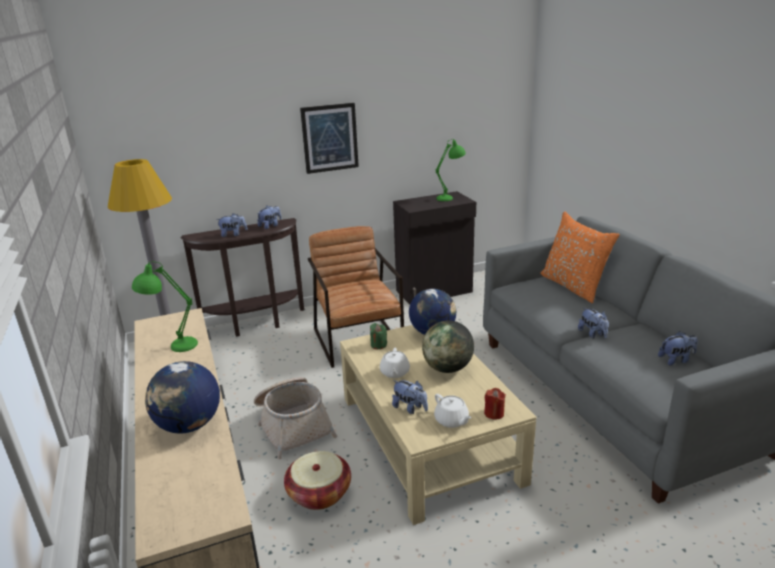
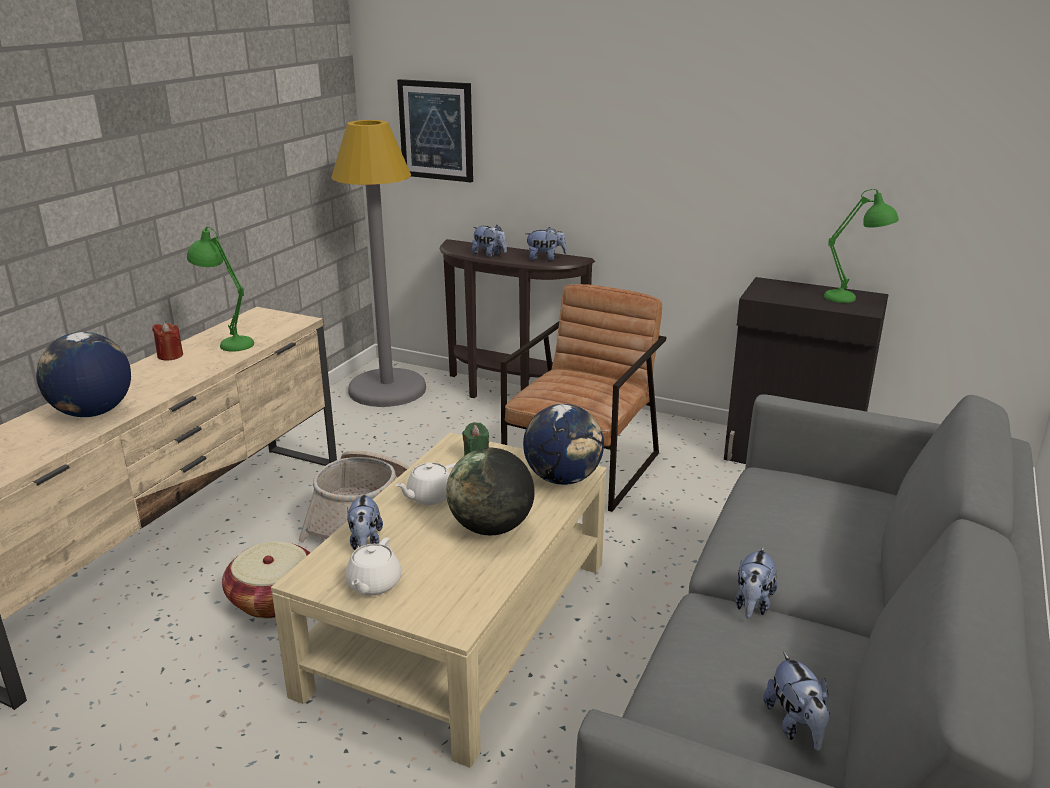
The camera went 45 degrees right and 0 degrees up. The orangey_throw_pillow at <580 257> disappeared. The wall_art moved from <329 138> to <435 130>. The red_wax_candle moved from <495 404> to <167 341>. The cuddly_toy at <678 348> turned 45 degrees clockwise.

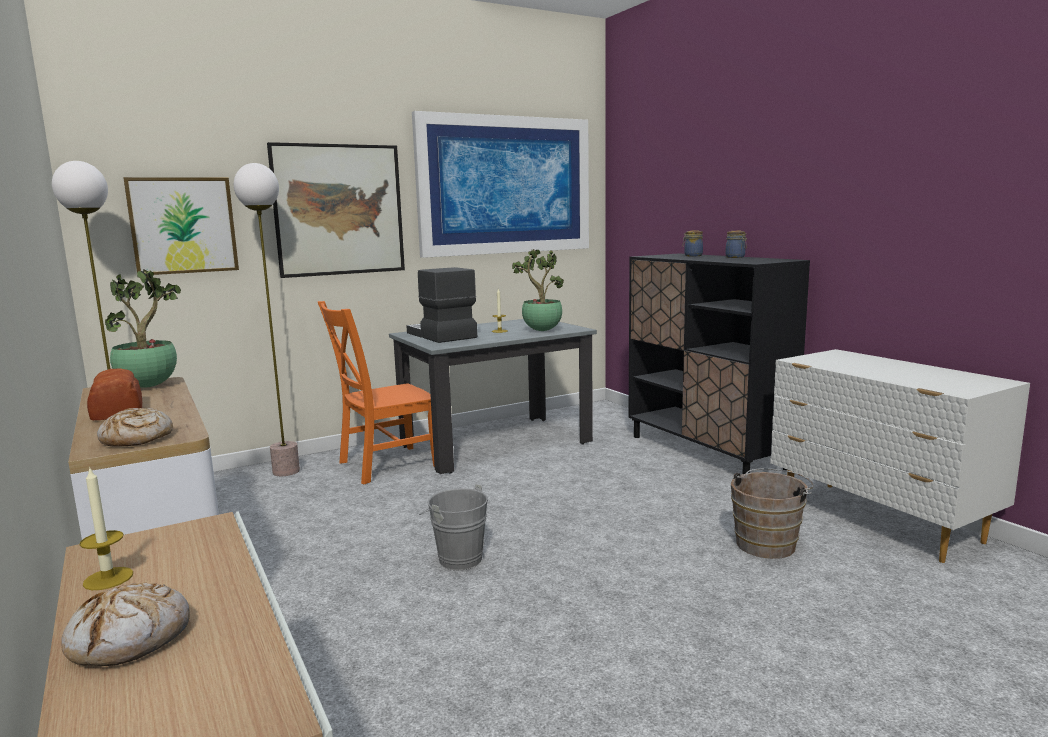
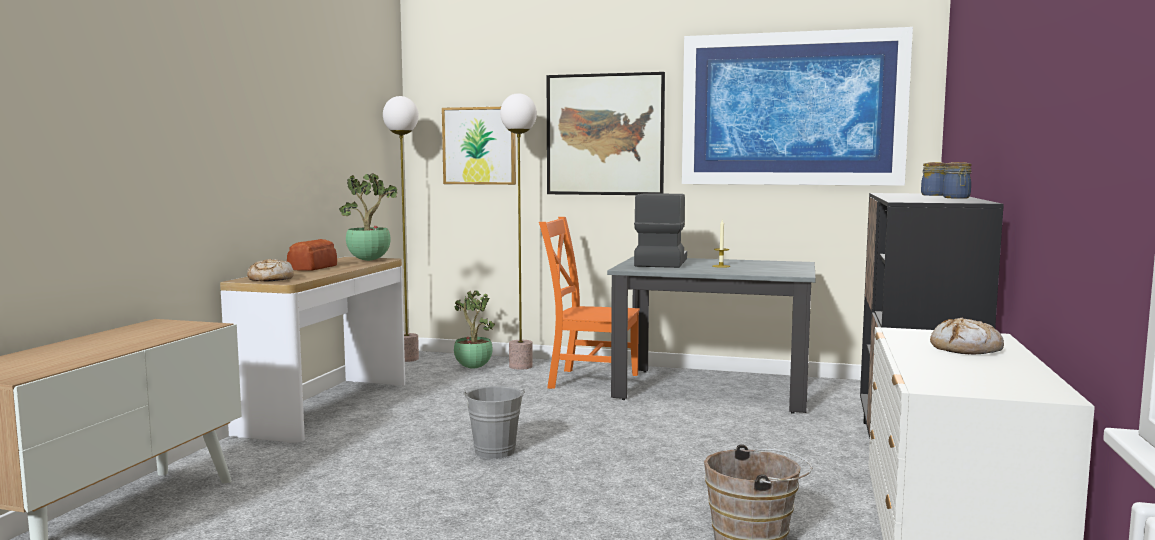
The camera went 45 degrees right and 5 degrees down. The wax_candle at <106 528> disappeared. The bread moved from <125 624> to <967 336>. The plant_in_a_pot moved from <538 290> to <474 329>.

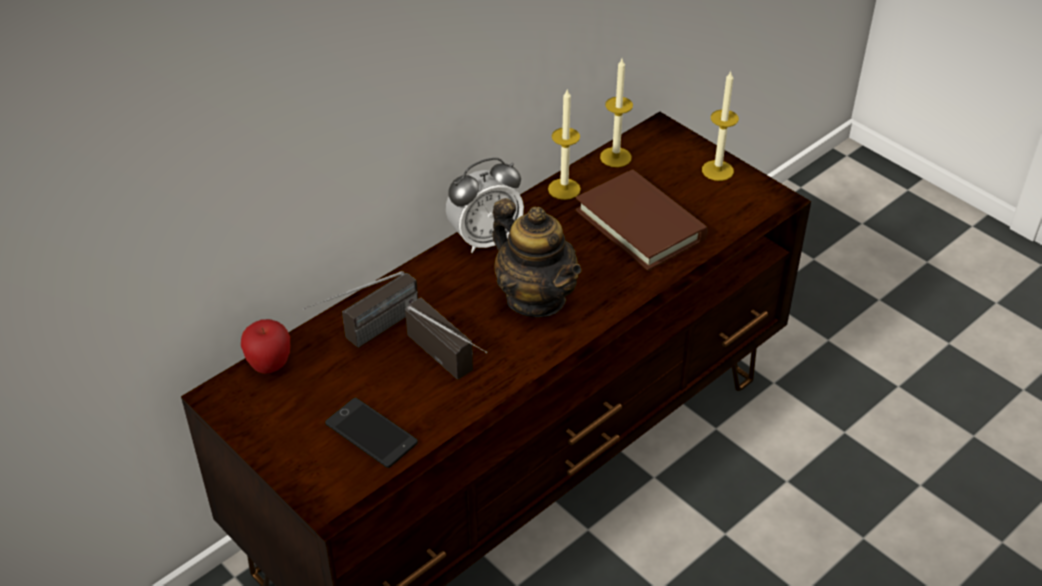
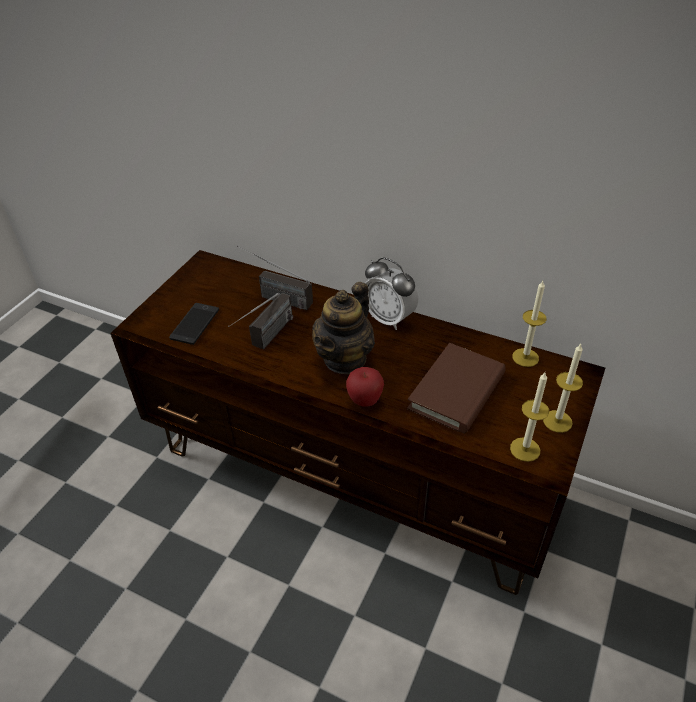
The camera went 70 degrees right and 0 degrees up. The apple moved from <265 346> to <365 387>. The wax_candle moved from <564 144> to <529 417>.

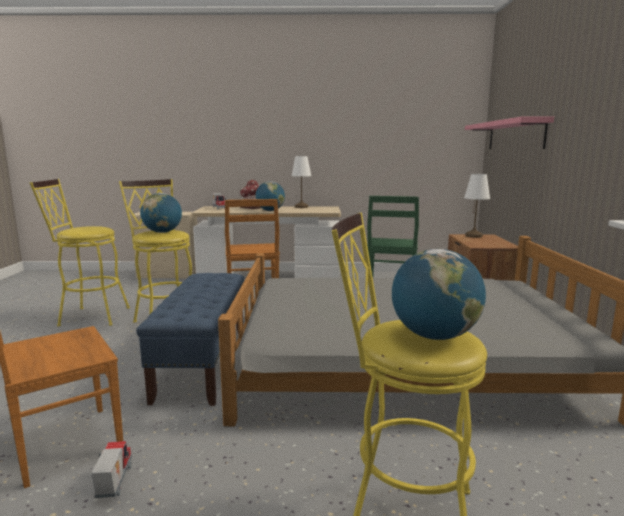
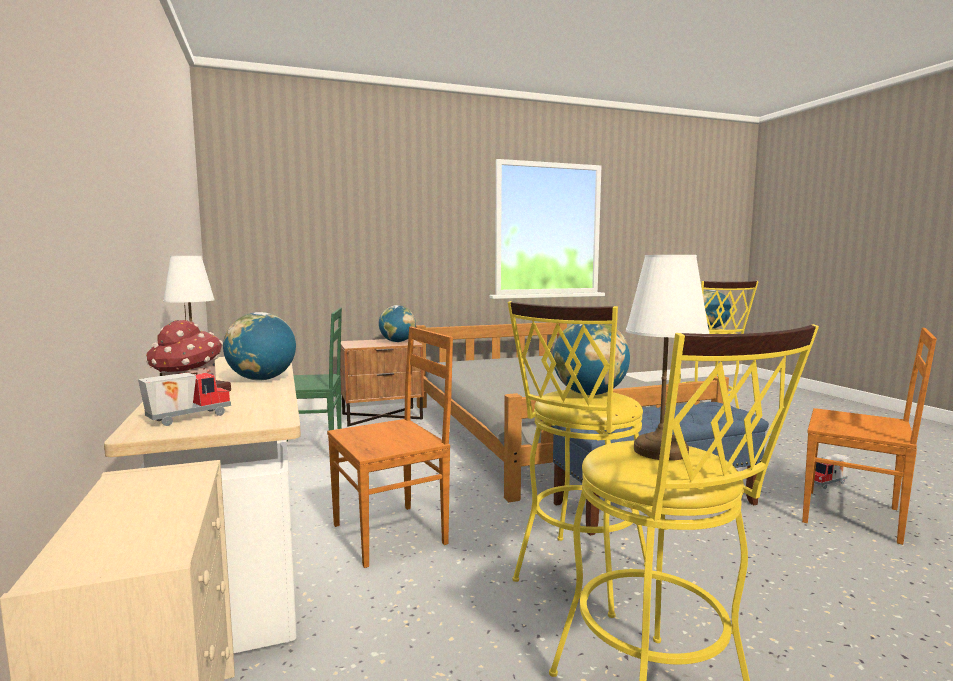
The camera went 110 degrees left and 5 degrees down. The pinkish_shelf at <509 133> disappeared. The world_globe at <397 323> appeared. The whitish_table_lamp moved from <477 206> to <667 358>.

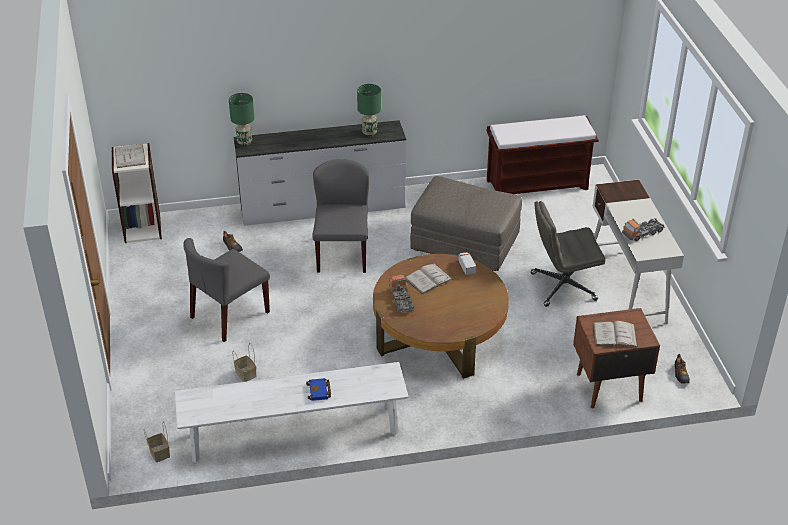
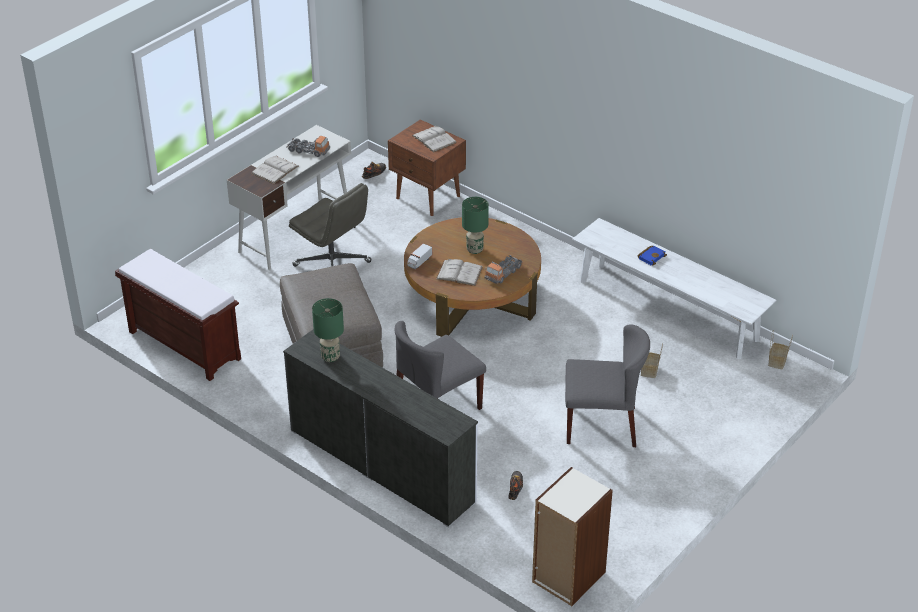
The camera went 130 degrees left and 0 degrees up. The whitish_volume moved from <130 156> to <275 170>. The green-coloured_table_lamp moved from <241 119> to <475 225>.

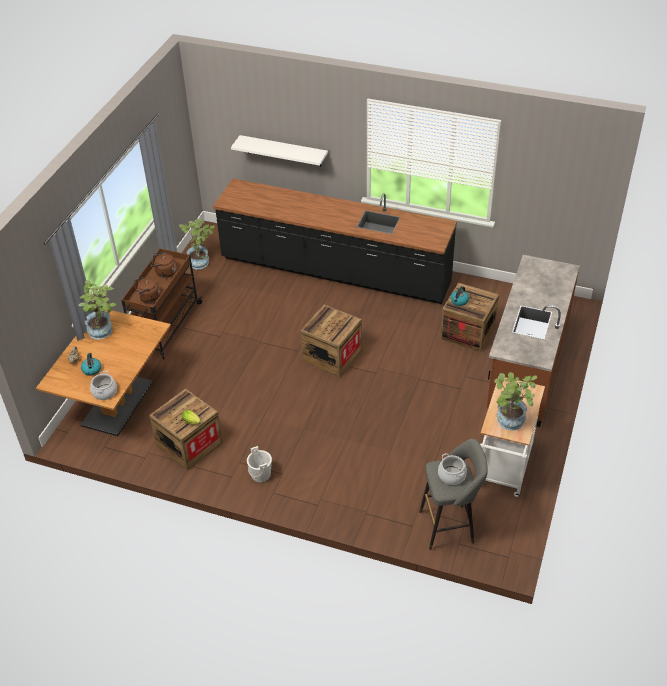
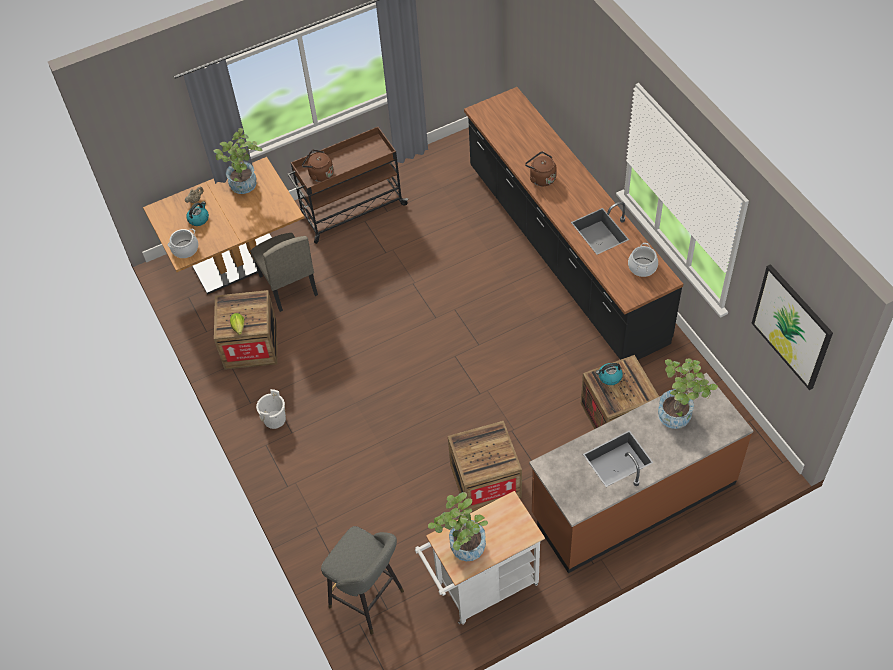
The camera went 45 degrees right and 10 degrees up. The whitish_shelf at <279 150> disappeared. The beige-coloured_plain_chair at <284 272> appeared. The wall_art at <792 327> appeared. The brown-coloured_kettle moved from <163 265> to <541 168>. The plant_in_a_pot moved from <197 243> to <688 393>. The crate moved from <331 341> to <485 466>. The saucepot moved from <452 469> to <643 260>.

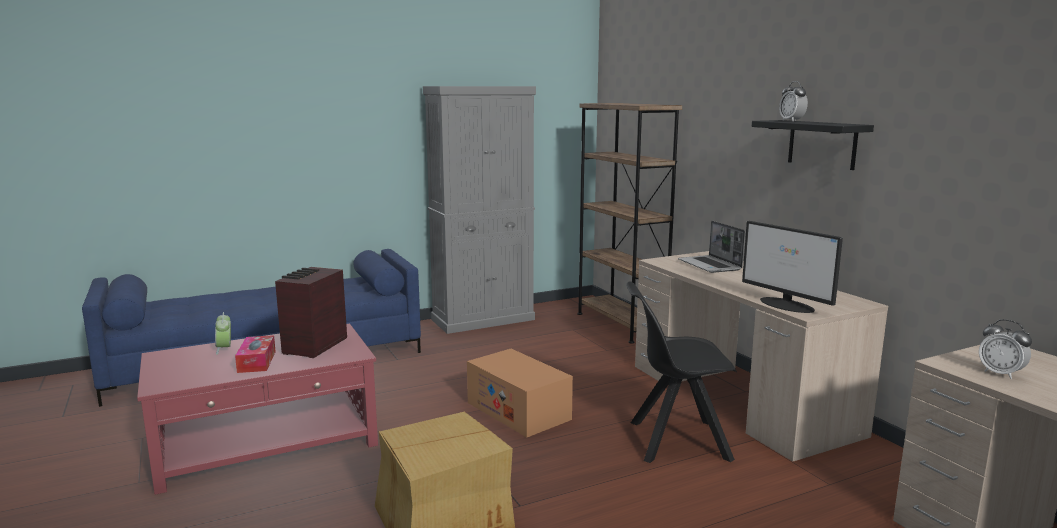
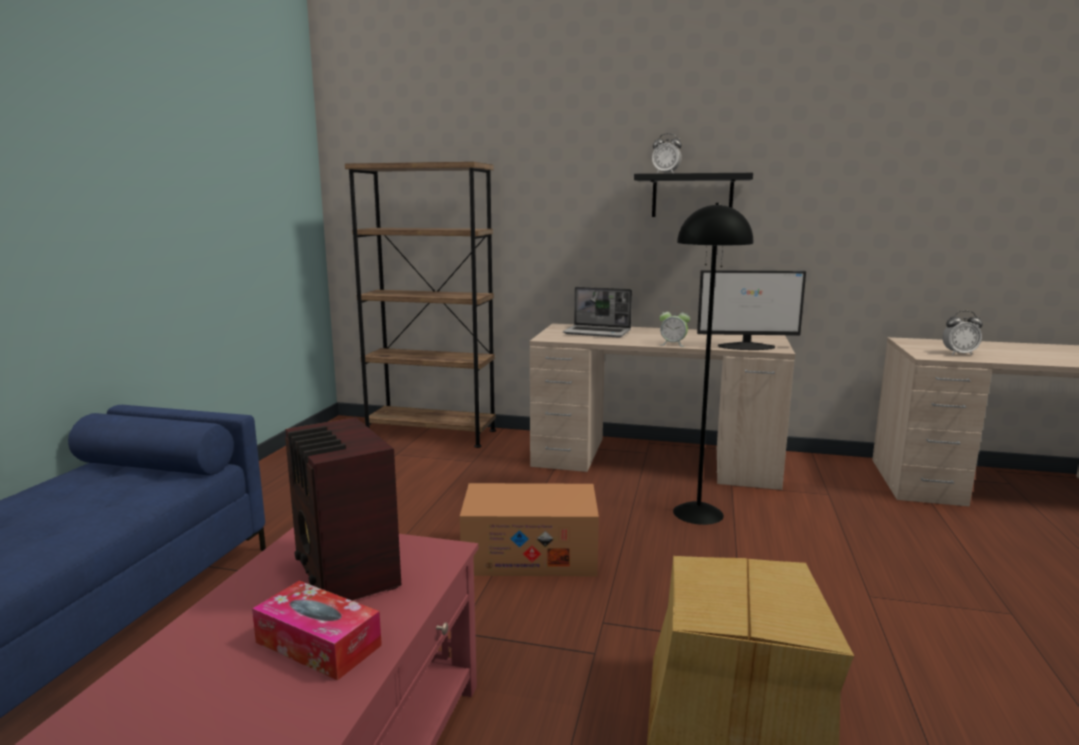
The camera went 50 degrees left and 0 degrees up. The grey_cabinet at <479 210> disappeared. The bedside_clock moved from <223 333> to <674 327>. The blackish_plain_chair at <681 372> was replaced by the blackish_standard_lamp at <713 364>.

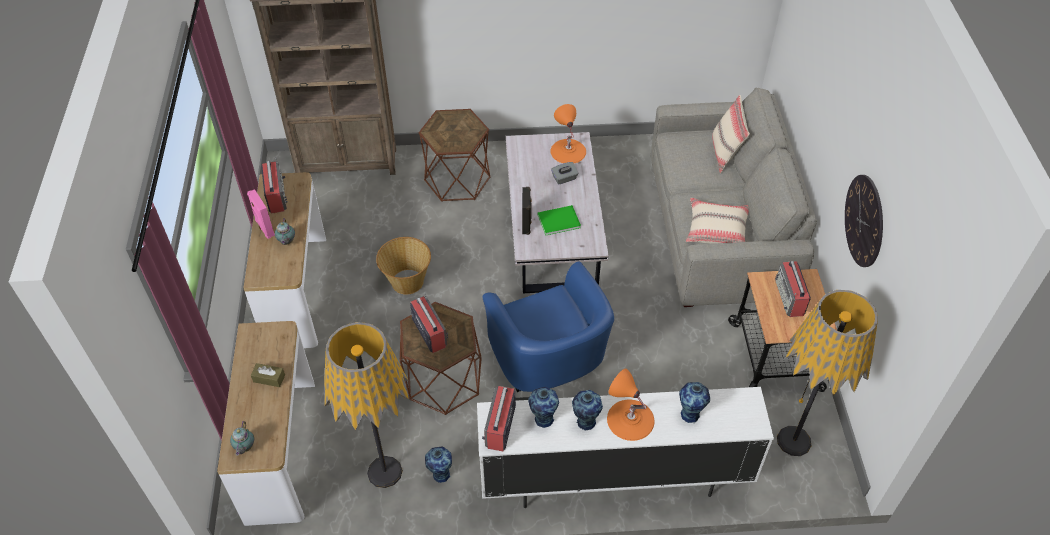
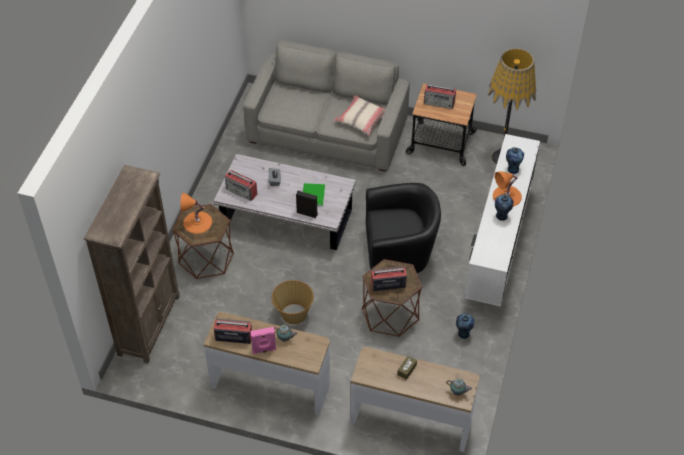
The camera went 70 degrees left and 0 degrees up. The standard_lamp at <366 405> disappeared. The flower_vase at <543 407> disappeared. The beige-coloured_throw_pillow at <731 134> disappeared. The clock_on_the_wall at <864 221> disappeared. The radio_set moved from <499 418> to <241 185>. The orangey_table_lamp moved from <568 133> to <196 213>. The bluish_lounge_chair at <548 326> became the blackish_lounge_chair at <403 228>.

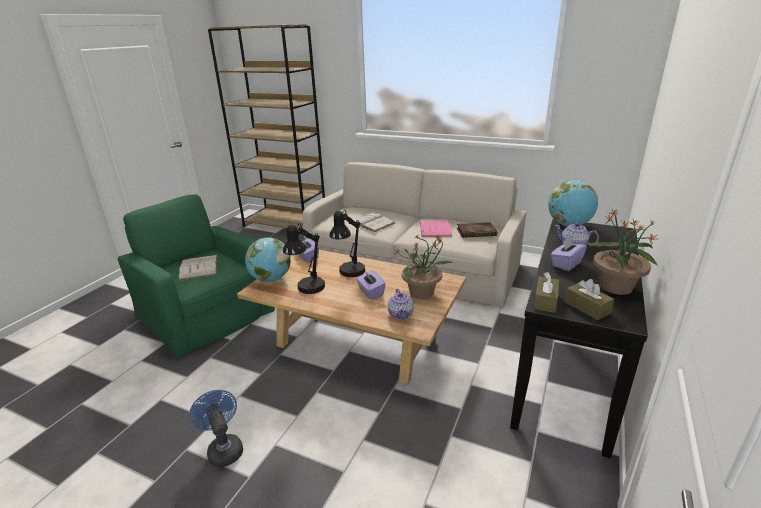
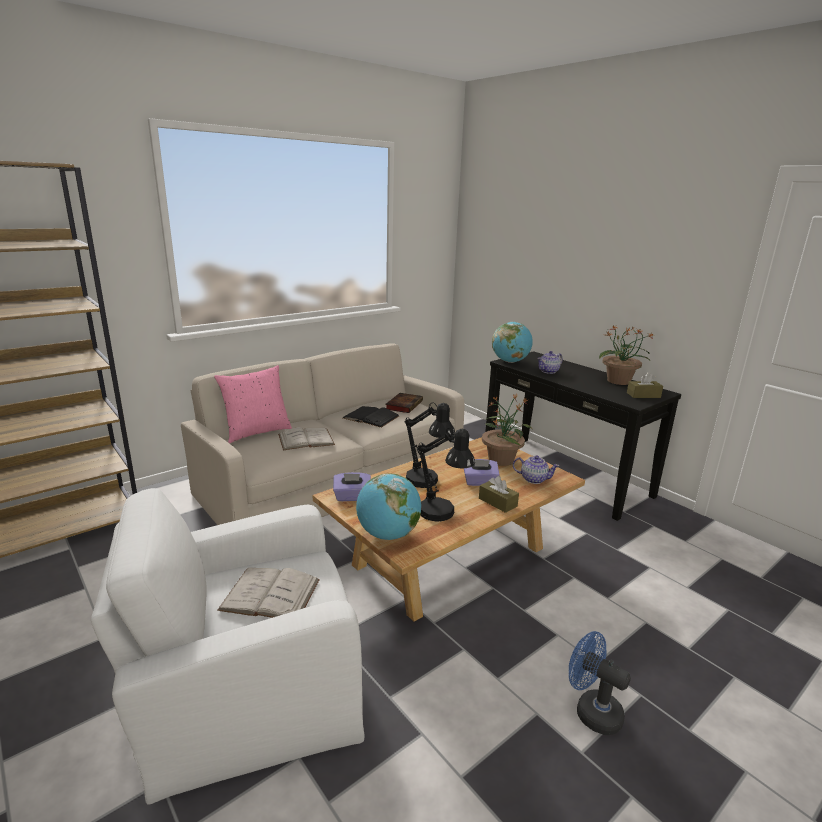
The camera went 65 degrees left and 5 degrees down. The purple-coloured_tissue_holder at <569 254> disappeared. The pinkish_throw_pillow at <253 404> appeared. The brown-coloured_tissue_holder moved from <546 292> to <499 494>. The green-coloured_lounge_chair at <196 276> became the whitish_lounge_chair at <227 646>. The pinkish_volume at <436 228> became the blackish_volume at <371 417>. The bluish_electric_fan at <216 428> turned 45 degrees clockwise.

